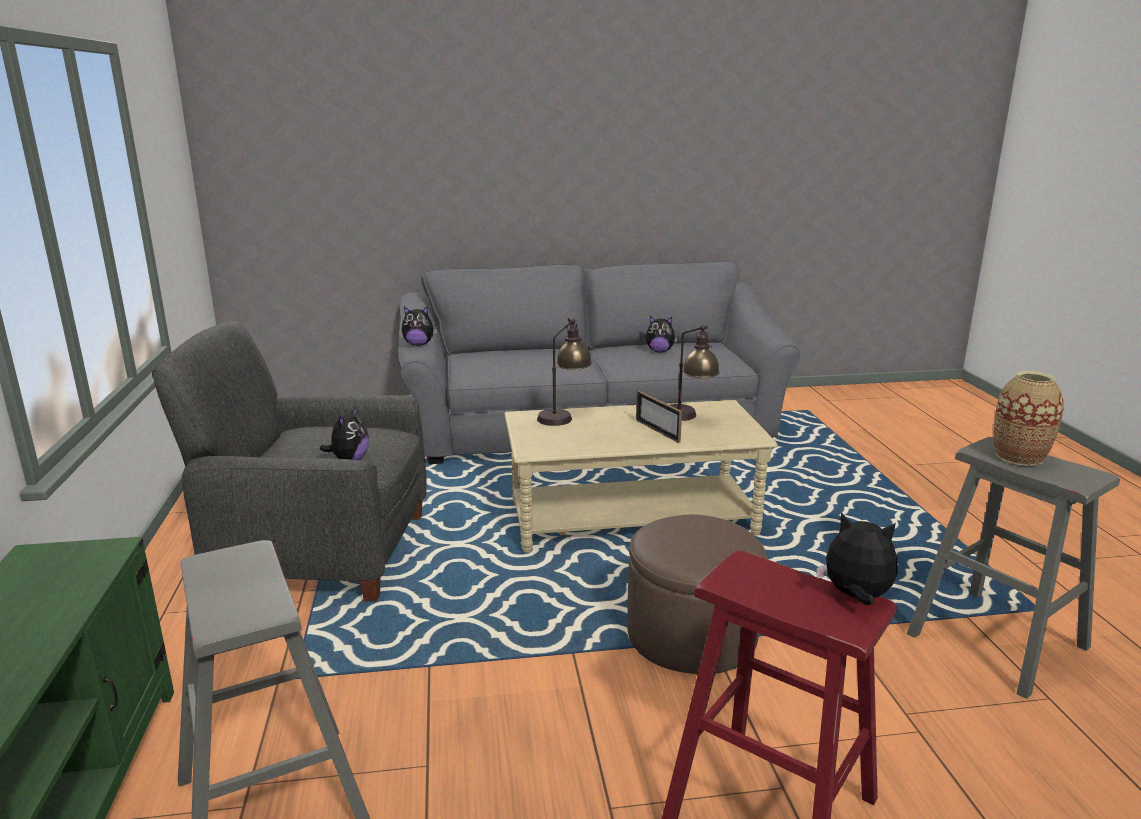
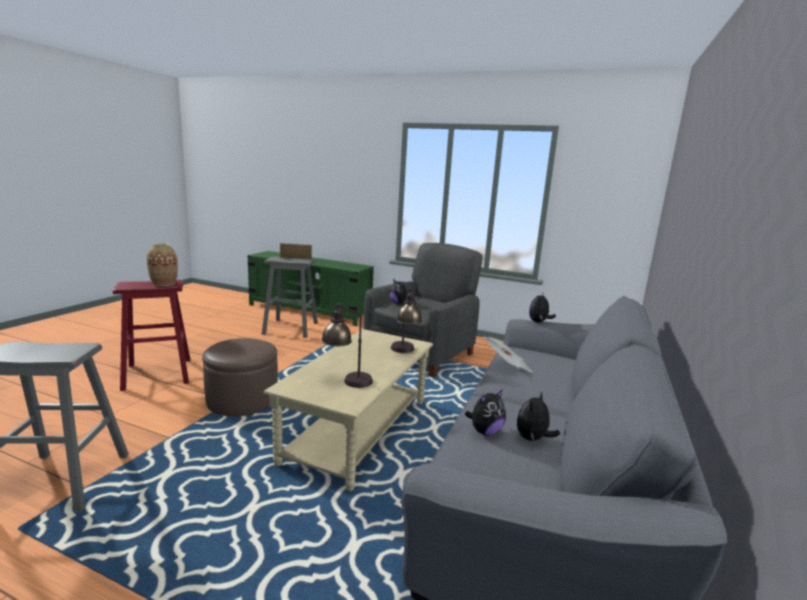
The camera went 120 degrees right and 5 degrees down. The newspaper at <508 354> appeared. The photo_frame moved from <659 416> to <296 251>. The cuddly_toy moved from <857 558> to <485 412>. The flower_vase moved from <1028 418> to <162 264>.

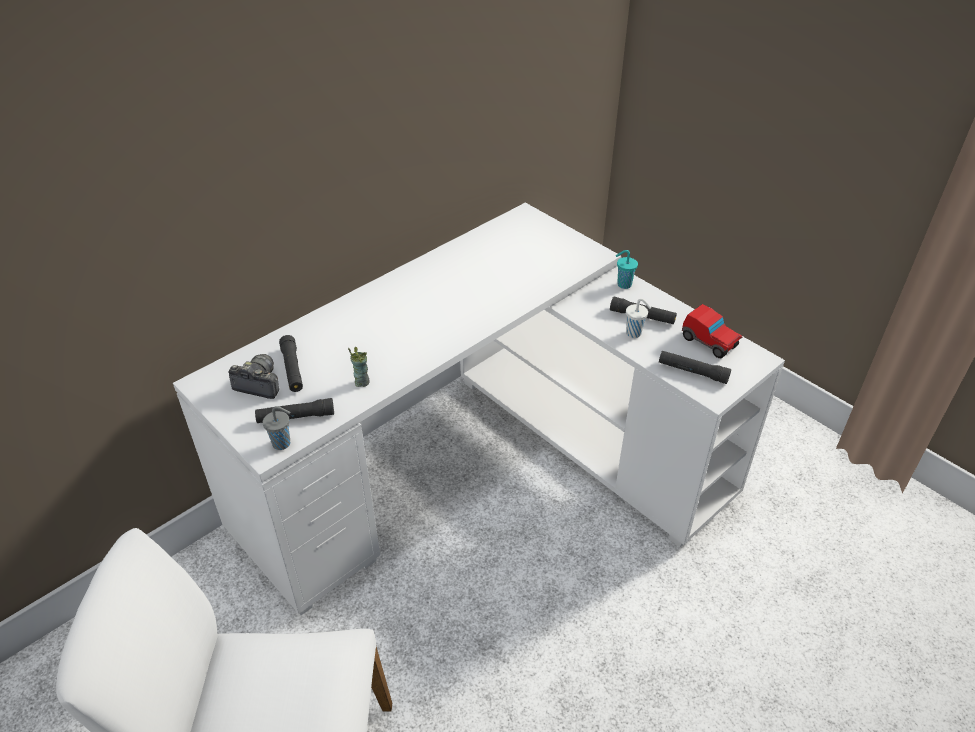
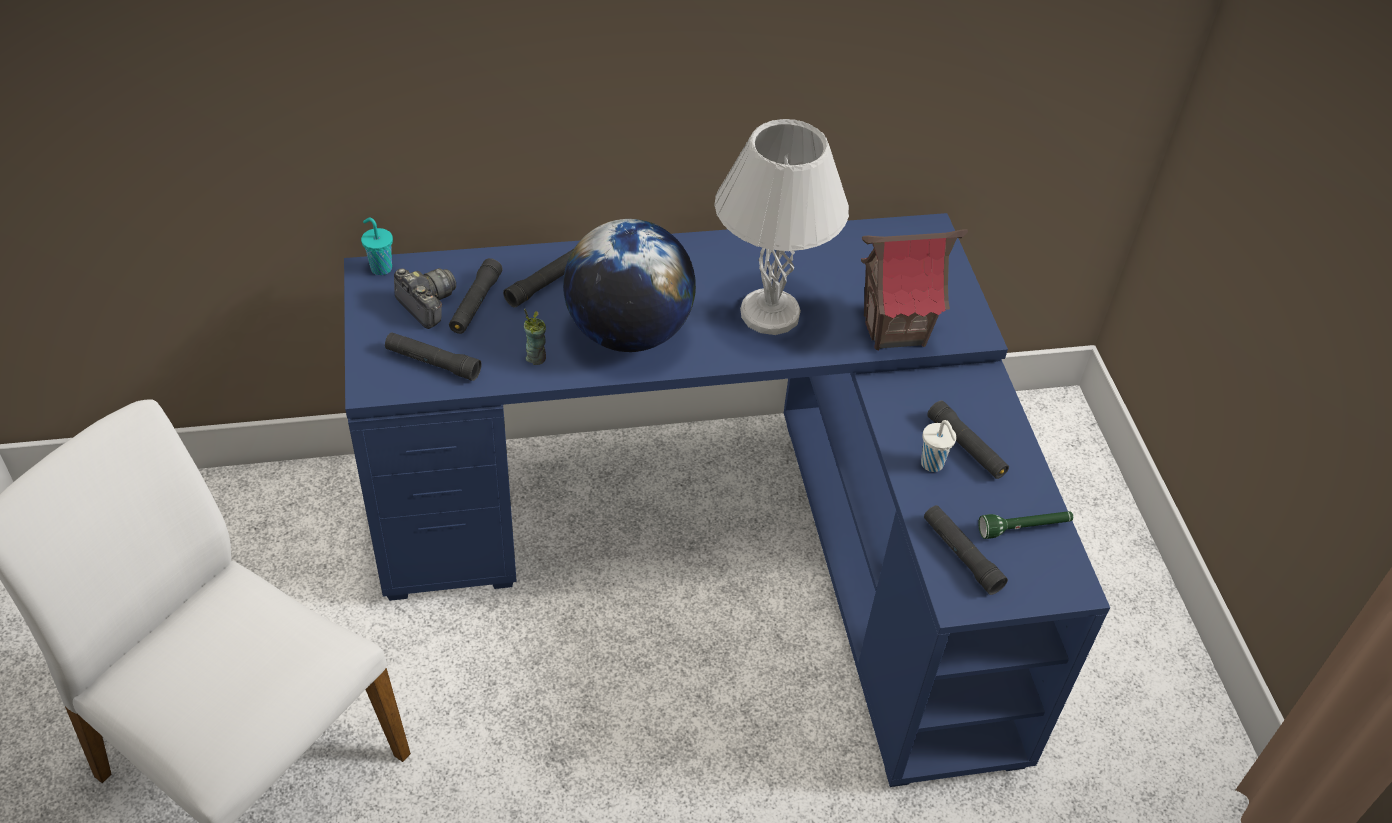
The camera went 30 degrees right and 5 degrees up. The grey_small_cup at <276 428> disappeared. The blackish_hand_torch at <538 278> appeared. The world_globe at <629 285> appeared. The whitish_table_lamp at <781 227> appeared. The model_house at <914 289> appeared. The turquoise_small_cup moved from <627 269> to <377 246>. The toy_car at <712 331> was replaced by the green-coloured_hand_torch at <1025 525>. The whitish_desk at <479 409> became the bluish_desk at <727 500>.

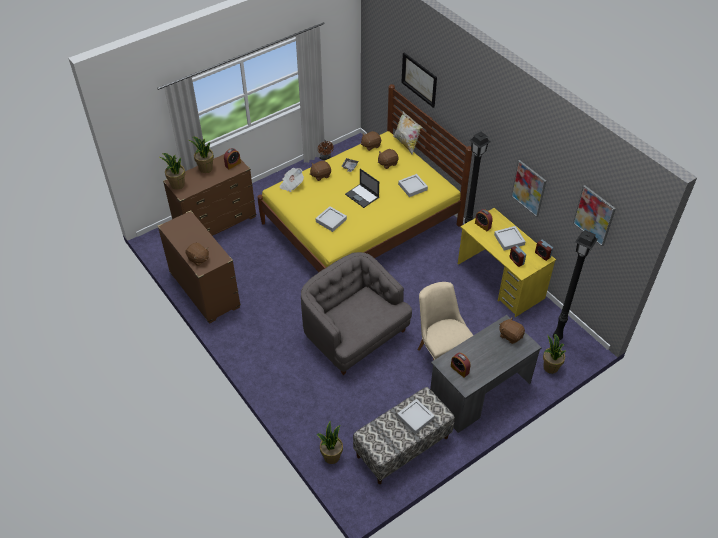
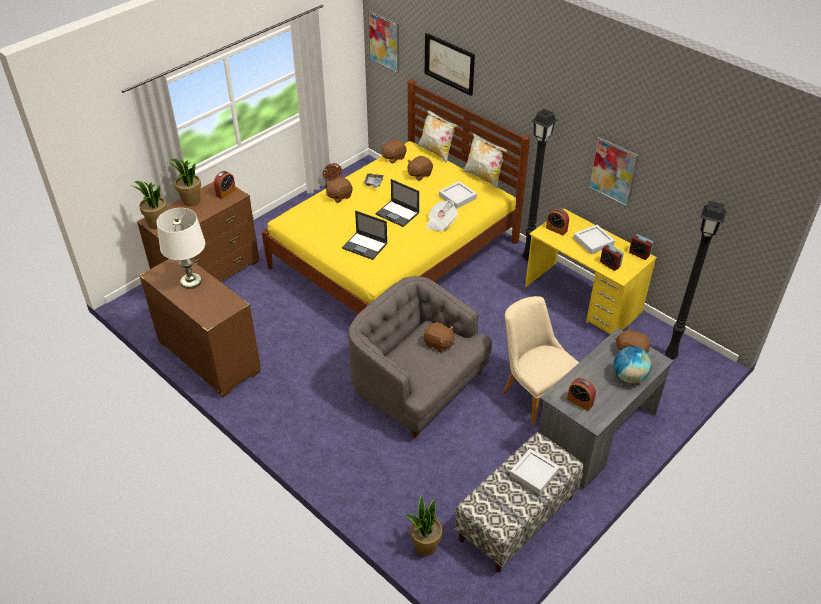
The camera went 10 degrees left and 5 degrees down. The plant_in_a_pot at <554 354> disappeared. The whitish_table_lamp at <181 248> appeared. The throw_pillow at <485 160> appeared. The world_globe at <633 364> appeared. The brown-coloured_cuddly_toy moved from <197 254> to <439 337>. The newspaper moved from <292 180> to <442 216>. The wall_art moved from <594 215> to <383 42>. The grey_carrying_tray at <331 219> was replaced by the notebook_computer at <364 235>.

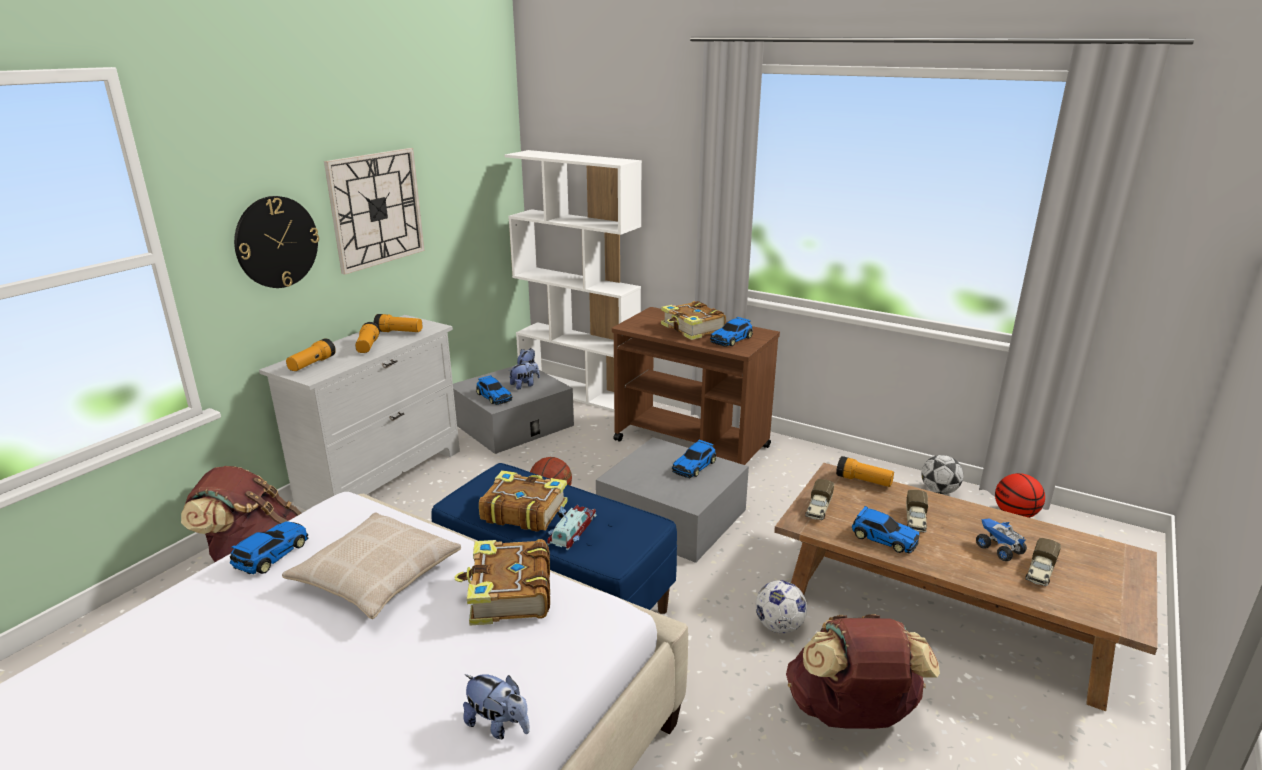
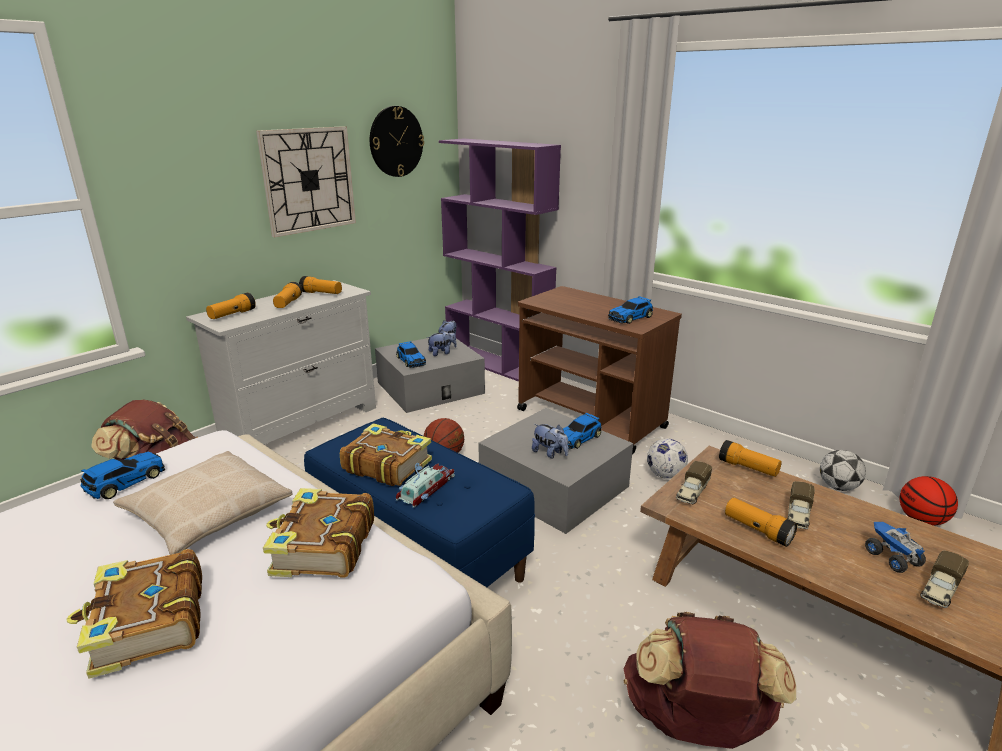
The camera went 10 degrees right and 0 degrees up. The clock_on_the_wall moved from <276 242> to <397 141>. The cuddly_toy moved from <496 706> to <550 441>. The volume moved from <693 320> to <134 614>. The ball_for_football moved from <781 606> to <667 459>. The toy_car at <885 530> was replaced by the hand_torch at <761 522>. The whitish_shelving_unit at <573 280> became the purple-coloured_shelving_unit at <500 260>.

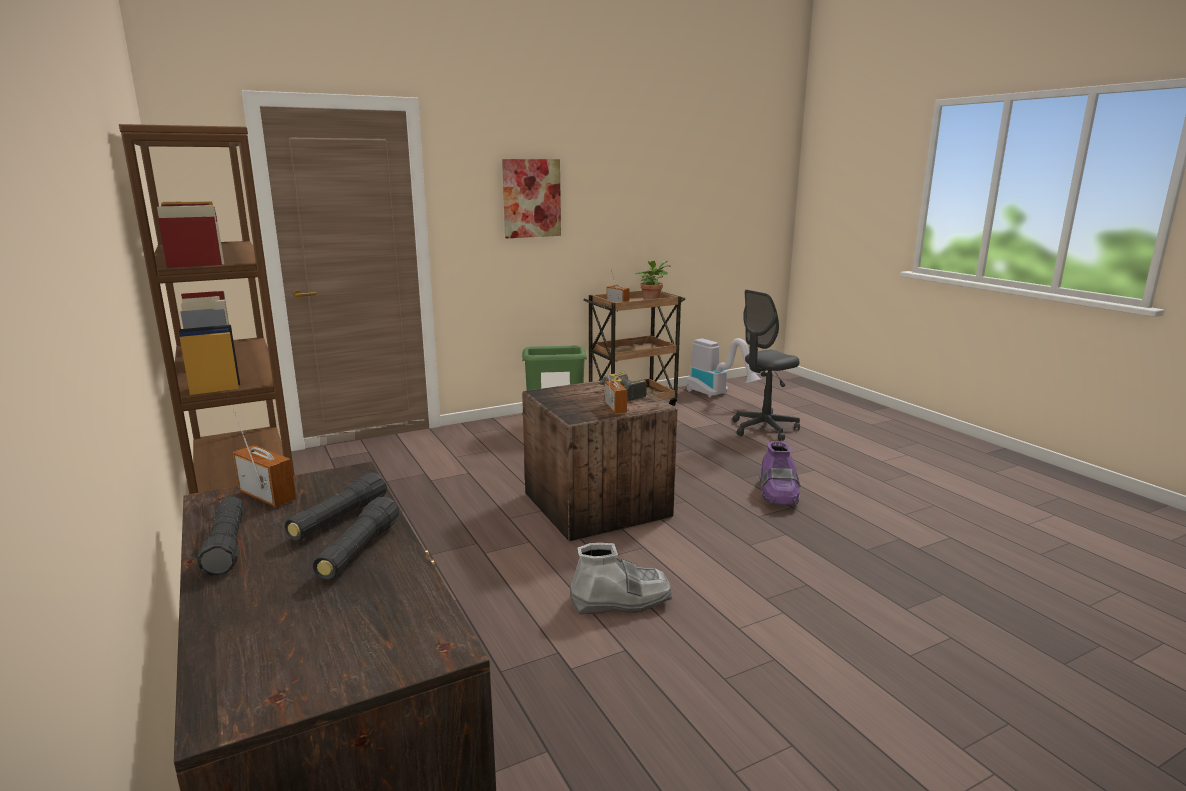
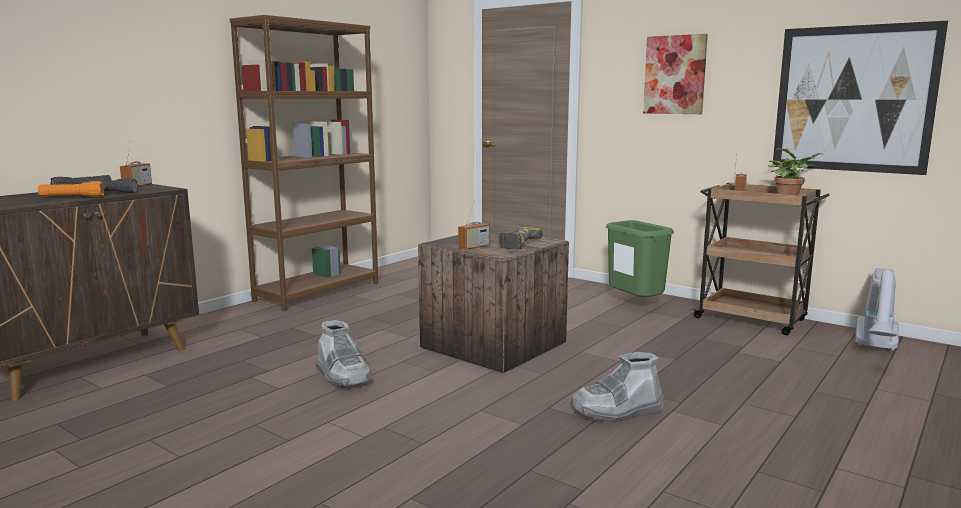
The camera went 65 degrees right and 5 degrees down. The grey_desk_chair at <766 365> disappeared. The wall_art at <860 98> appeared. The blackish_hand_torch at <356 538> became the orangey_hand_torch at <71 189>. The purple-coloured_tall_boot at <780 473> became the grey_tall_boot at <616 387>.

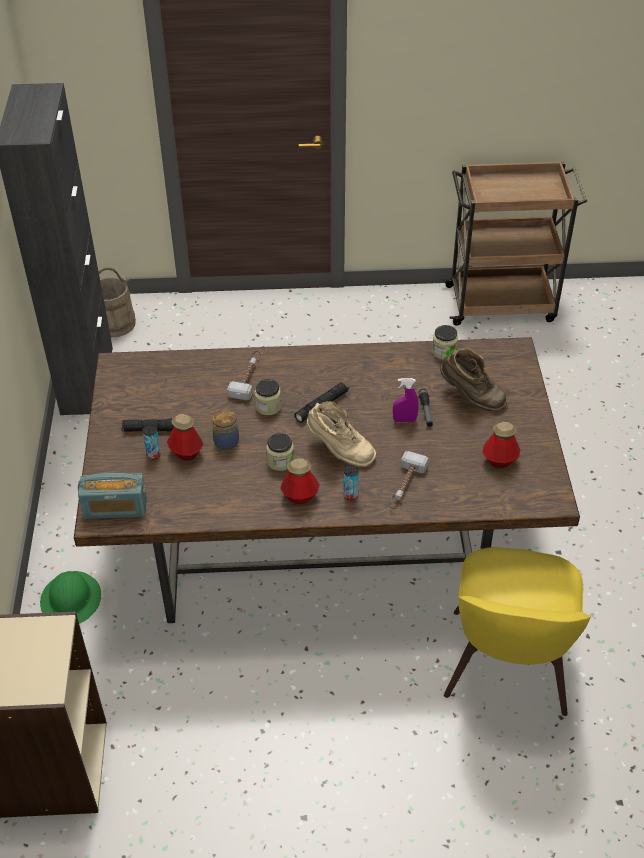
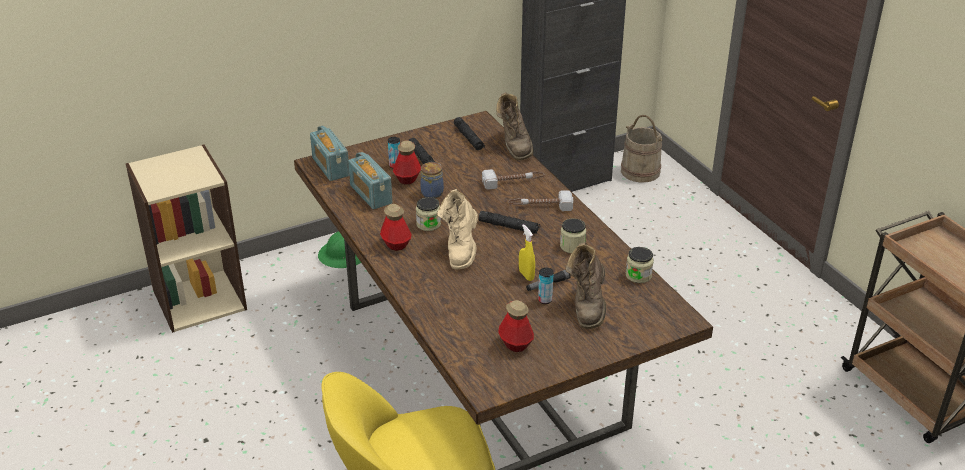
The camera went 65 degrees right and 10 degrees down. The radio_set at <370 180> appeared. The blackish_hand_torch at <469 133> appeared. The brown-coloured_tall_boot at <515 126> appeared. The preserve_jar moved from <268 397> to <573 235>. The sealed_can moved from <351 482> to <546 286>. The hand_hammer moved from <409 480> to <541 200>. The purple-coloured_spray_bottle at <406 400> became the yellowish_spray_bottle at <527 252>.

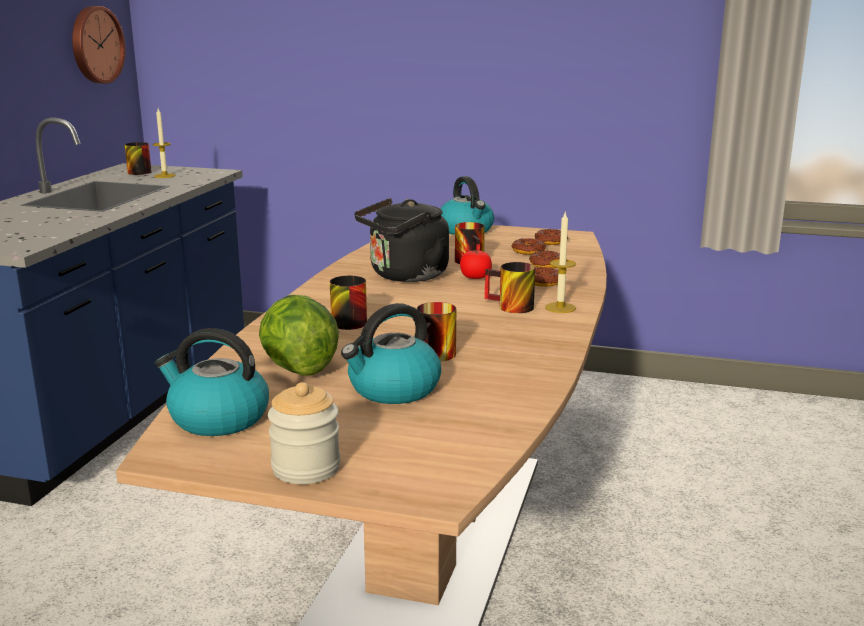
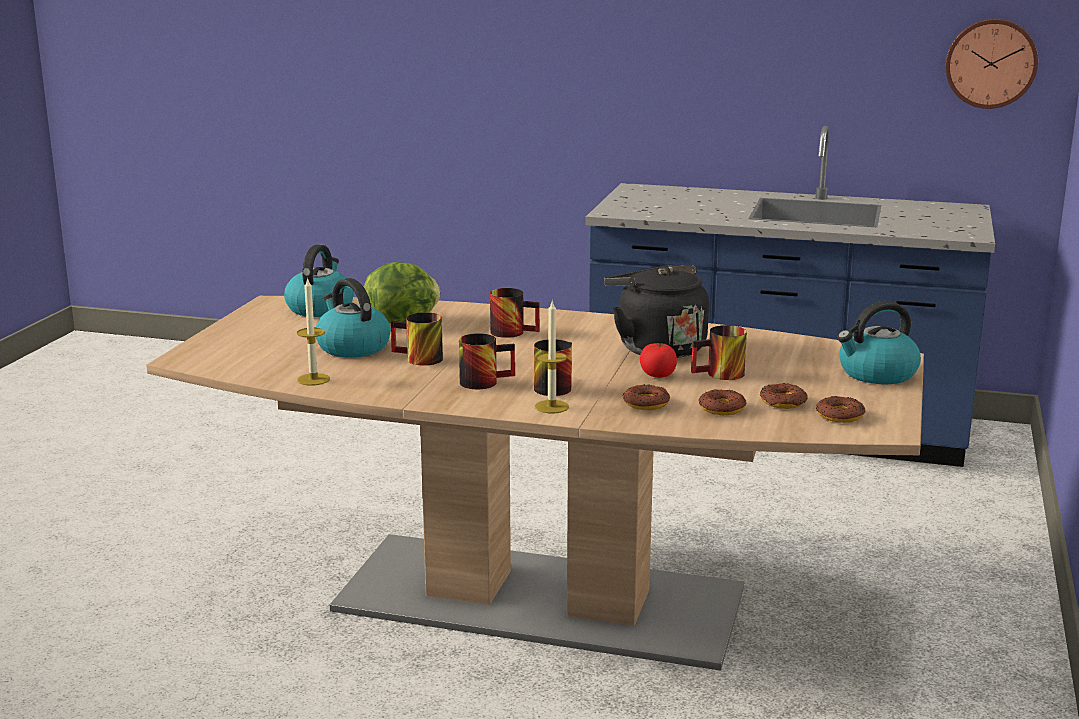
The camera went 90 degrees right and 0 degrees up. The preserve_jar at <304 433> disappeared. The tea_mug moved from <138 158> to <487 361>. The wax_candle moved from <164 143> to <313 331>.

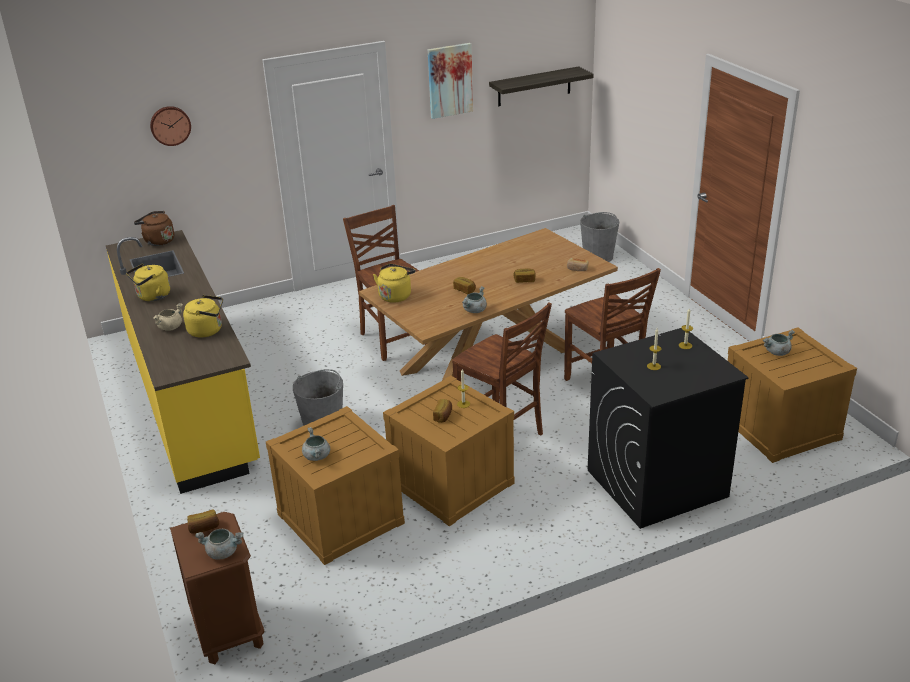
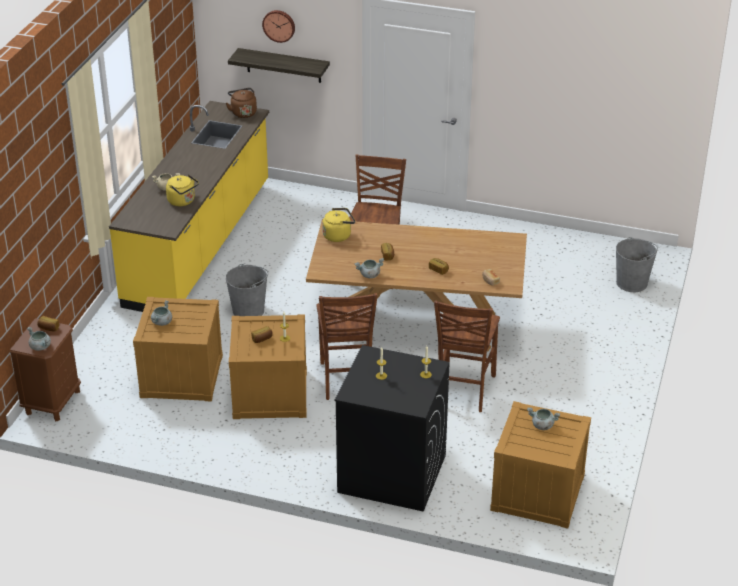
The camera went 40 degrees right and 5 degrees up. The yellowish_kettle at <148 282> disappeared. The wall_art at <450 81> disappeared. The shelf moved from <541 86> to <279 65>.

